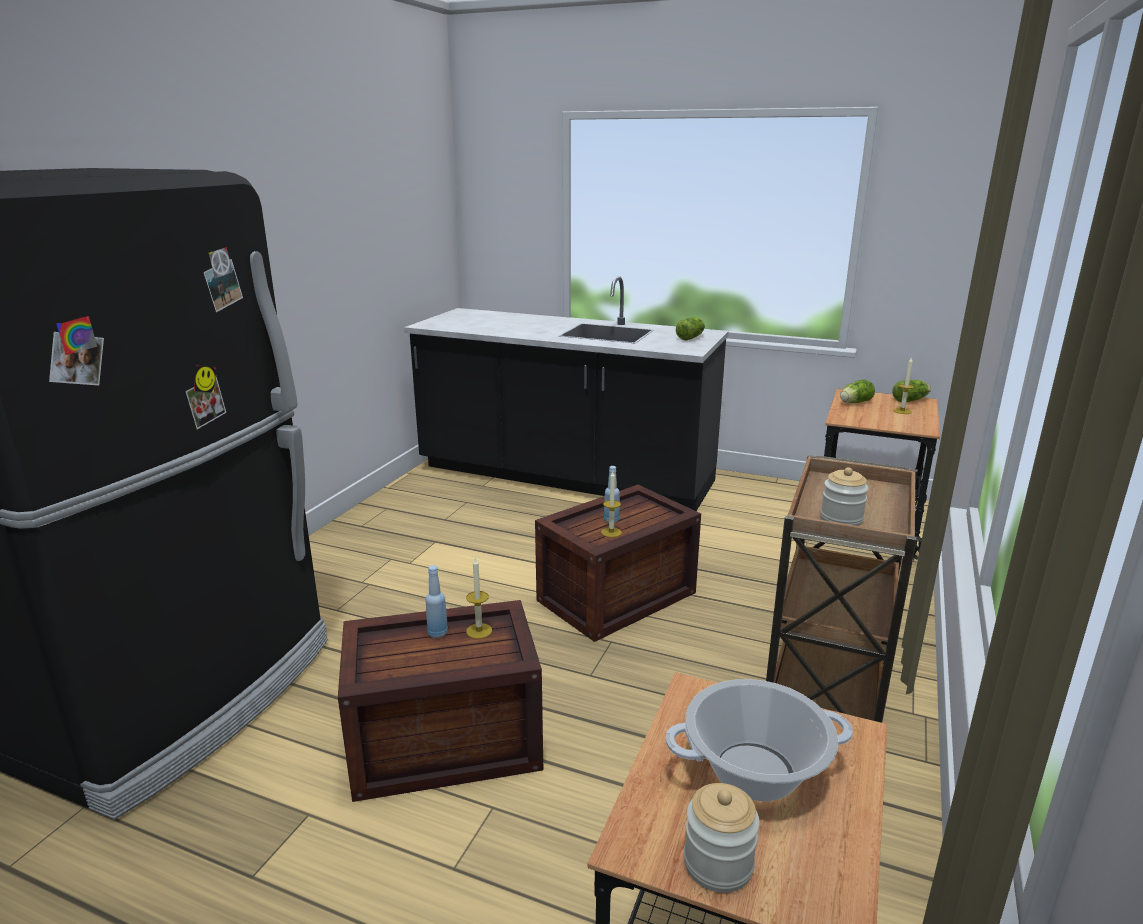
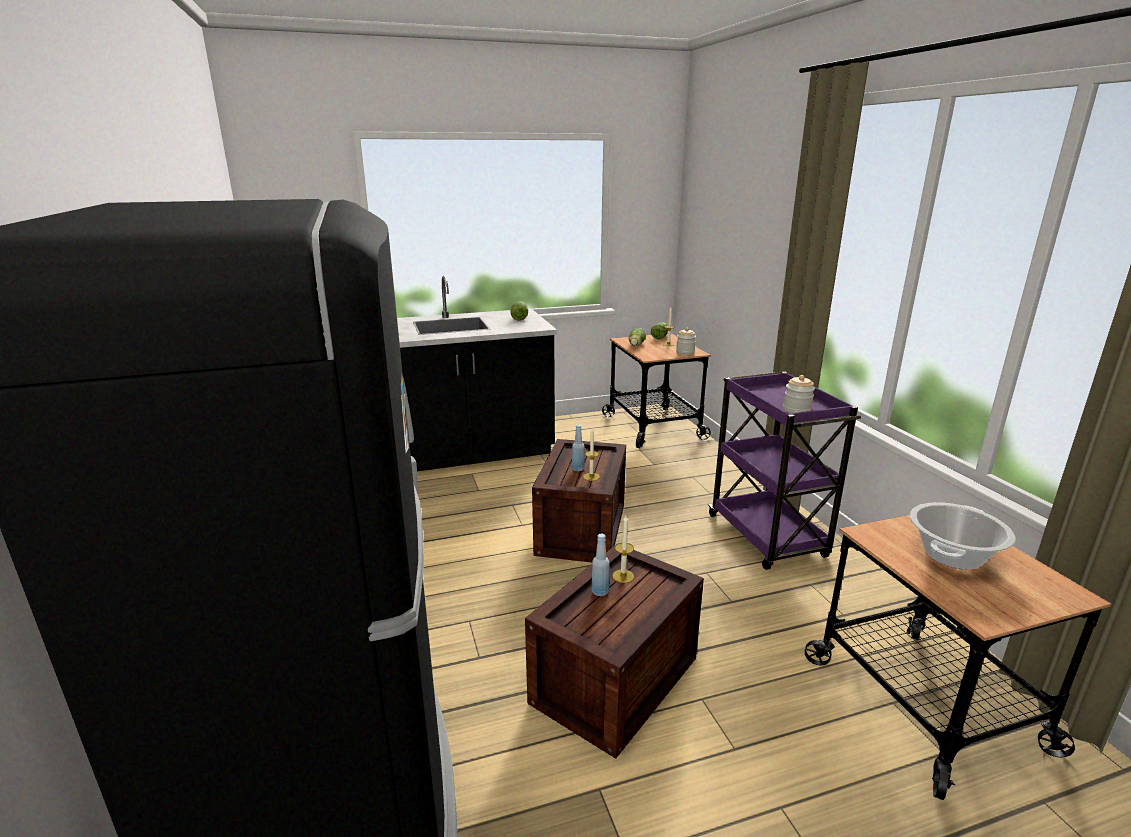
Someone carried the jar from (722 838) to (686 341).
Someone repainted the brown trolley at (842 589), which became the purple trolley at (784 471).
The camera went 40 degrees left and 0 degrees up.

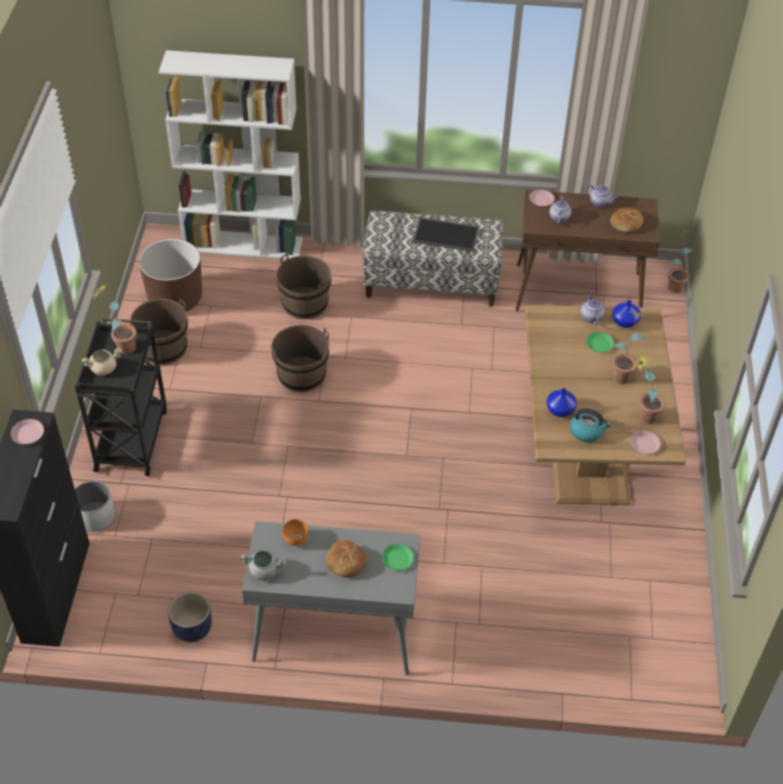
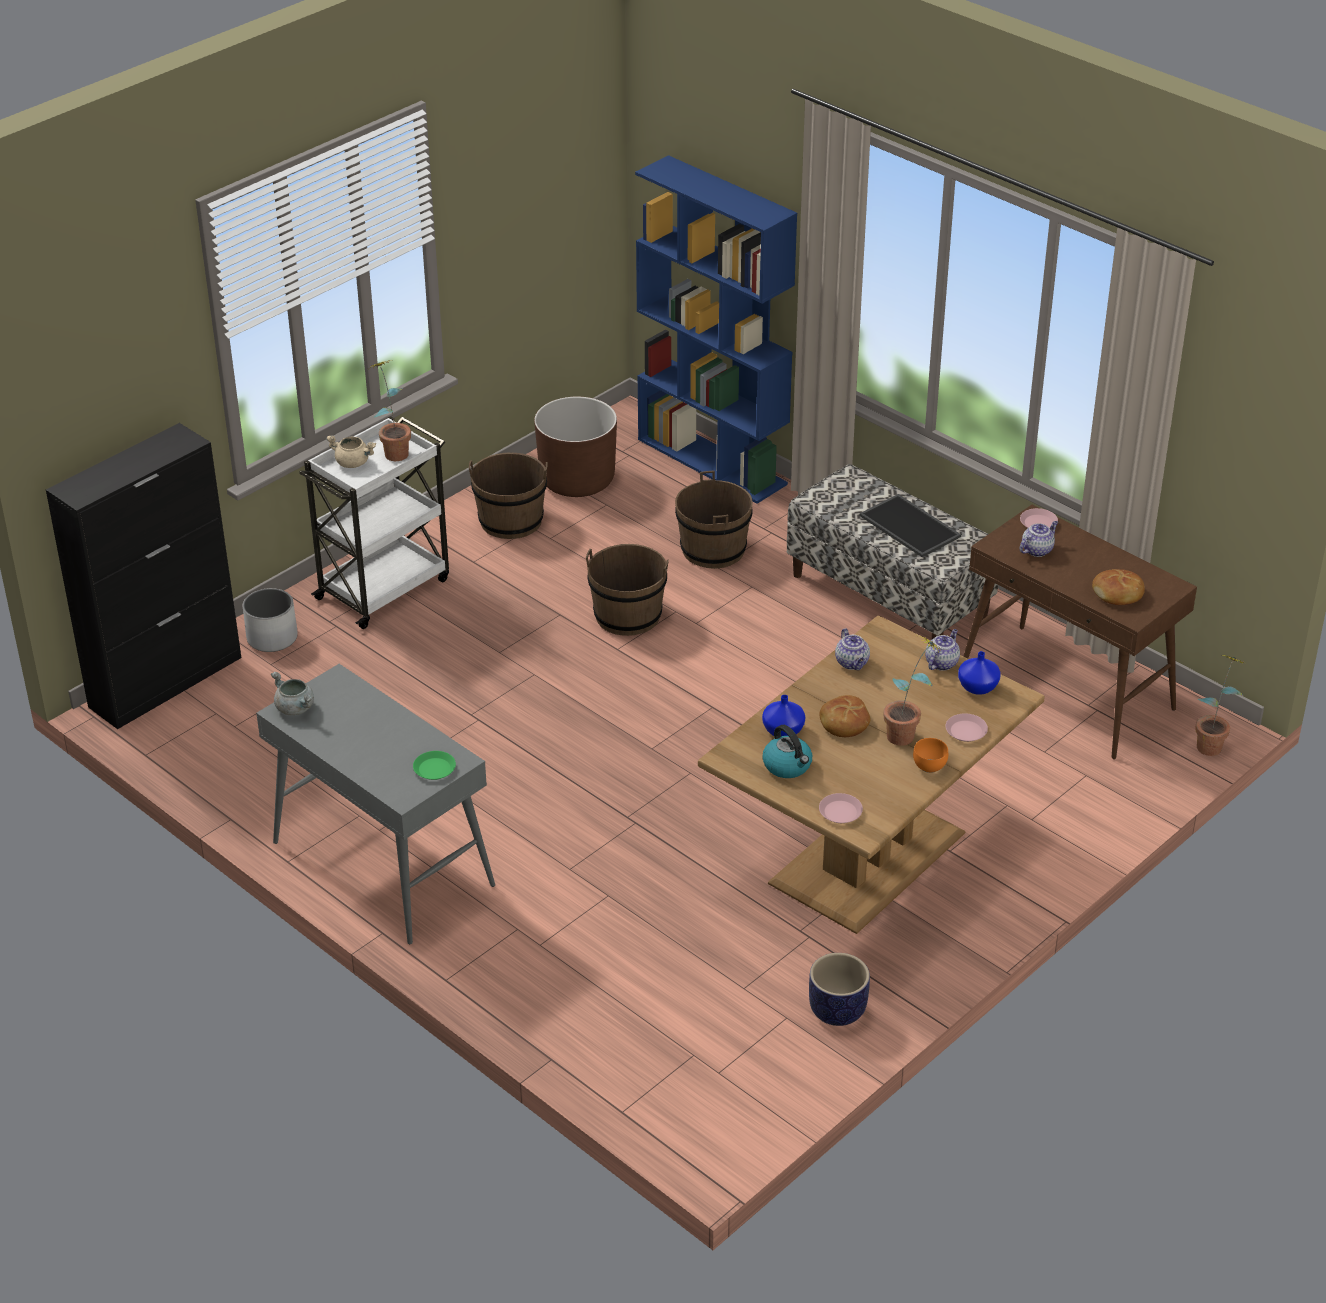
Someone took away the green-coloured plate at (600 342).
Someone took away the houseplant at (648 389).
Someone carried the pinkish plate from (27 431) to (966 727).
Someone carried the plant pot from (190 617) to (839 989).
Someone carried the orange-coloured deep dish from (295 532) to (930 755).
Someone carried the bakery bread from (346 558) to (845 716).
Someone carried the tea pot from (602 196) to (852 649).
Someone repainted the black-coloured trolley at (121 397), which became the whitish trolley at (374 522).
Someone repainted the whitish bookcase at (231 154), which became the bluish bookcase at (716 329).
The camera went 40 degrees right and 10 degrees down.

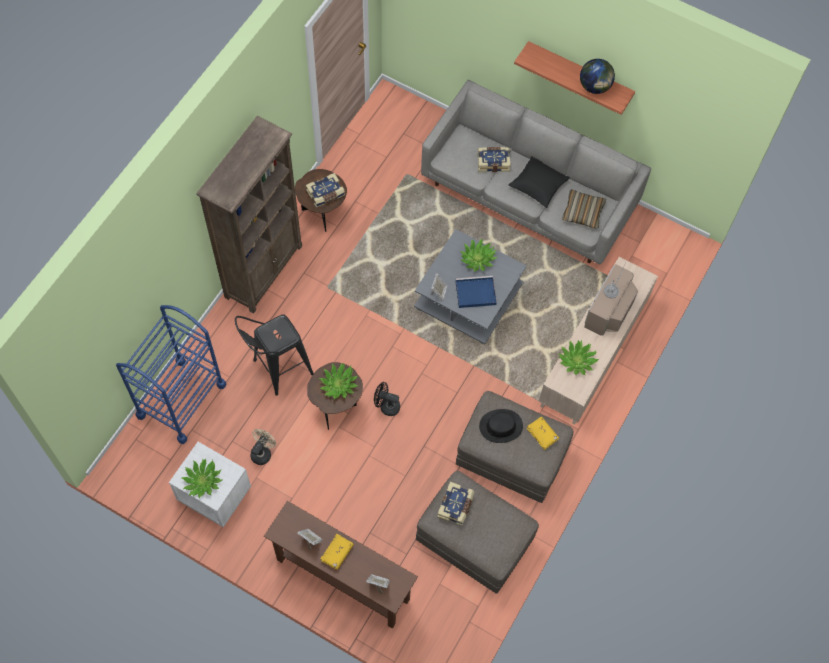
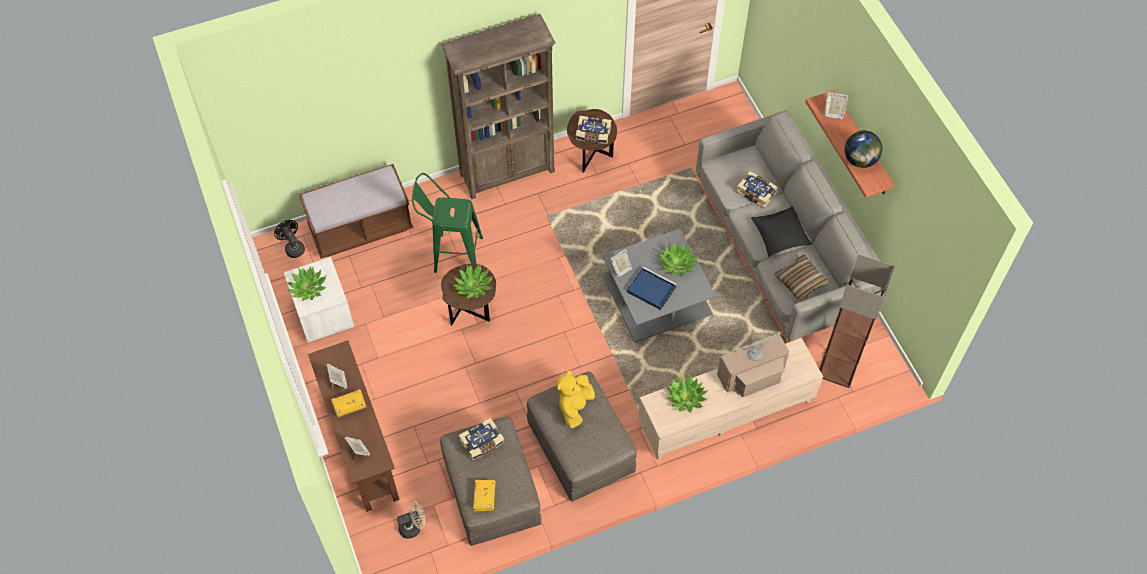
Someone put down the standing lamp at (857 321).
Someone put down the photo frame at (836 105).
Someone carried the beige-coloured cooling fan from (263 447) to (411 519).
Someone carried the black-coloured cooling fan from (387 399) to (289 239).
Someone carried the yellowish book from (543 433) to (484 496).
Someone swapped the bluish trolley at (171 374) for the brown indoor bench at (356 211).
Someone swapped the black-coloured wearable hat at (501 426) for the yellowish cuddly toy at (576 399).
Someone repainted the black-coloured stool seat at (274 355), which became the green-coloured stool seat at (447 223).
The camera went 40 degrees right and 5 degrees down.

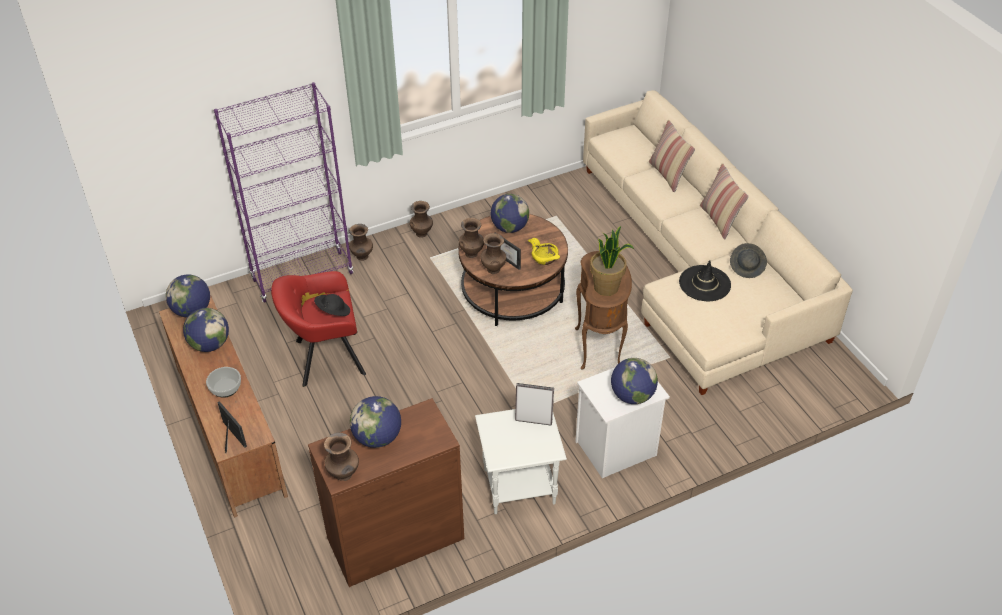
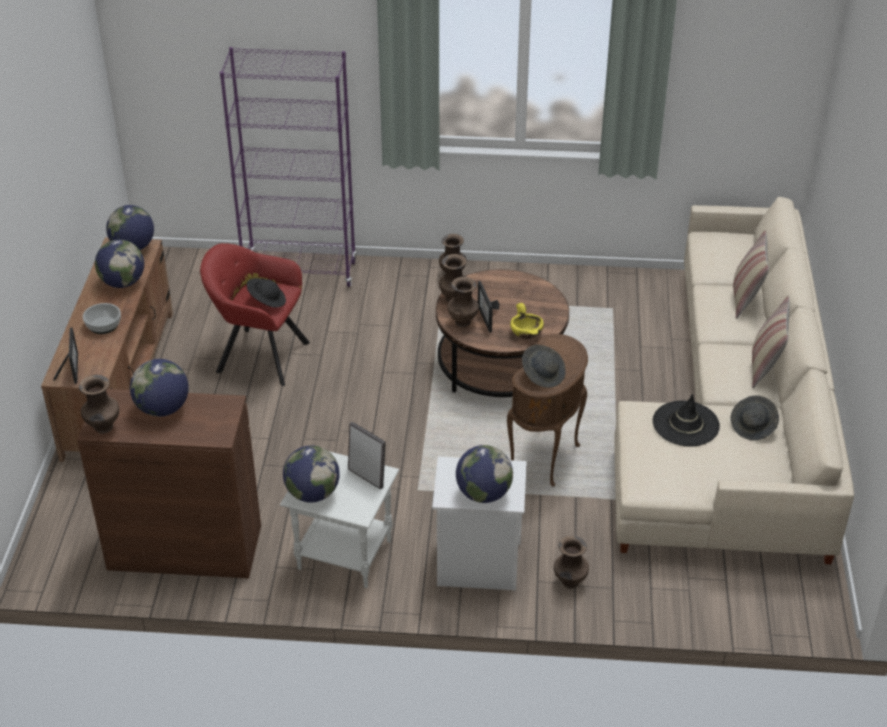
Someone carried the brown flower vase from (361 242) to (571 562).
Someone carried the world globe from (510 213) to (311 473).
Someone swapped the houseplant at (612 261) for the gray wearable hat at (544 366).
The camera went 30 degrees right and 5 degrees down.

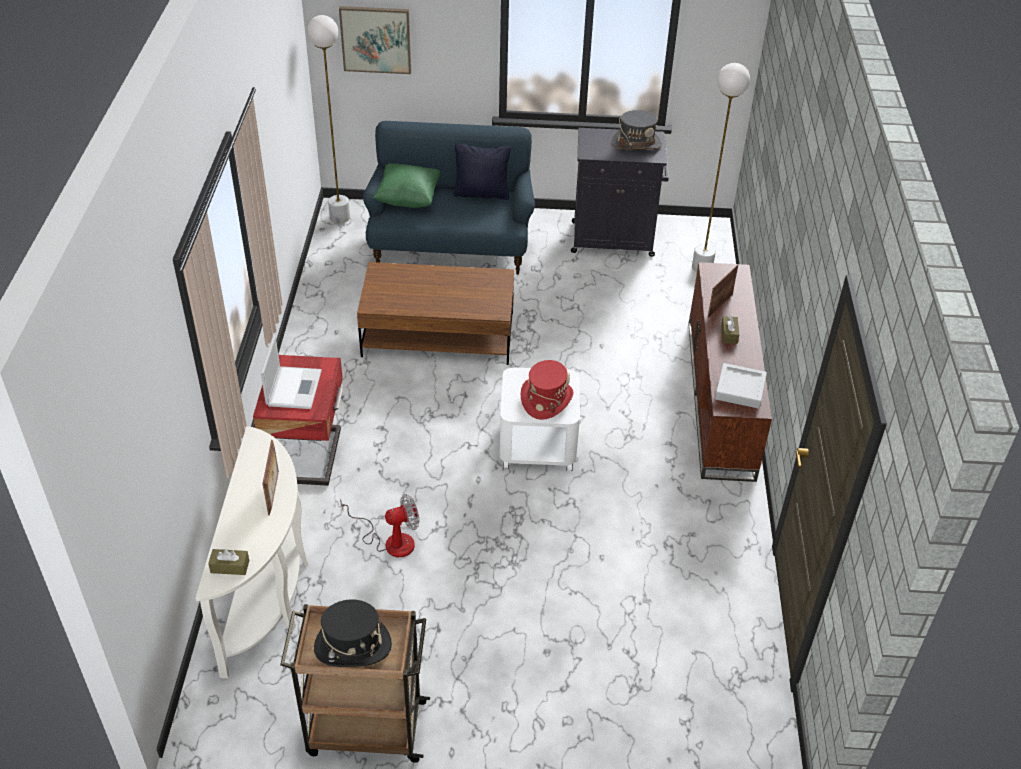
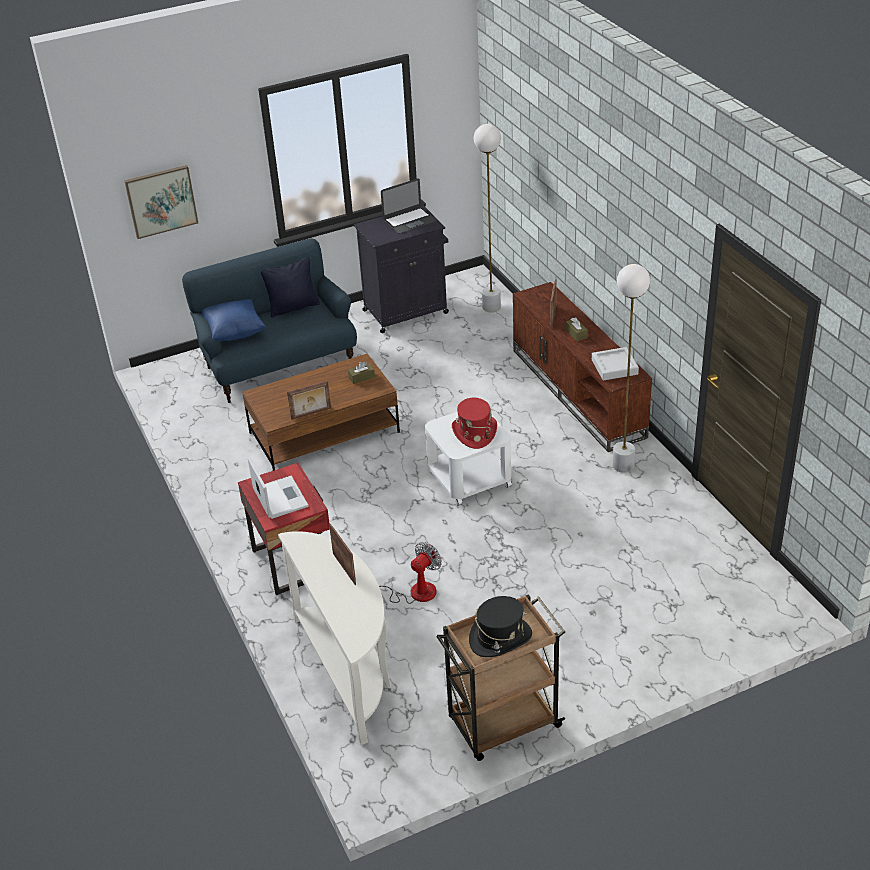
Someone put down the photo frame at (309 400).
Someone carried the brown box of tissues from (228 562) to (361 373).
Someone carried the whitish standing lamp from (328 119) to (631 368).
Someone swapped the gray wearable hat at (636 129) for the notebook computer at (409 206).
Someone repainted the green-coloured cushion at (406 185), which became the bluish cushion at (234 320).
The camera went 25 degrees left and 5 degrees down.

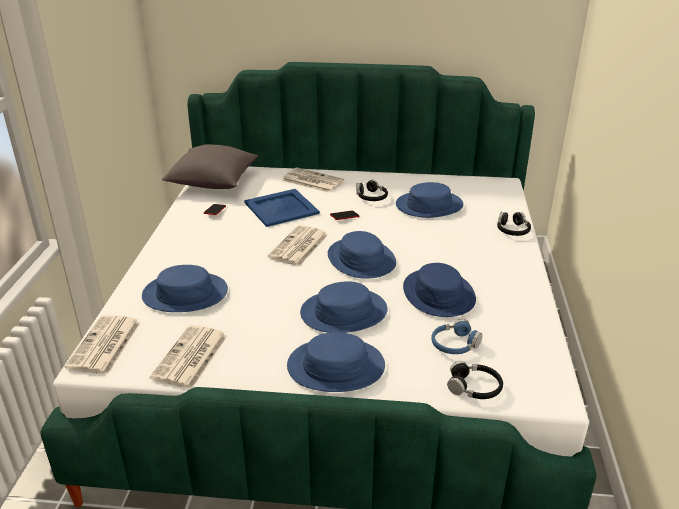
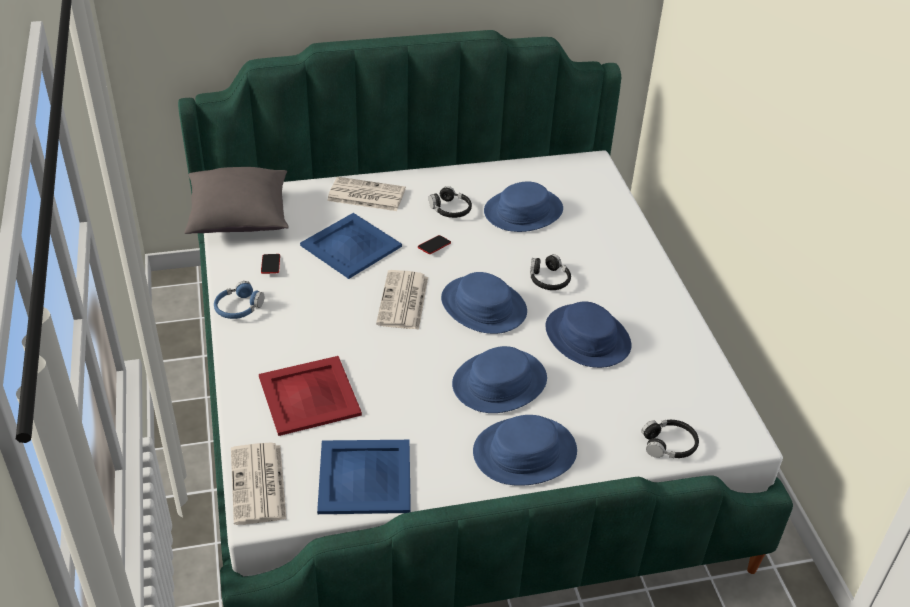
Someone carried the bluish headset from (456 336) to (239 300).
Someone carried the black-coloured headset from (514 224) to (550 272).
Someone swapped the bluish wearable hat at (185 288) for the red-coloured carrying tray at (310 396).
Someone swapped the newspaper at (188 357) for the bluish carrying tray at (364 477).
The camera went 20 degrees left and 10 degrees up.

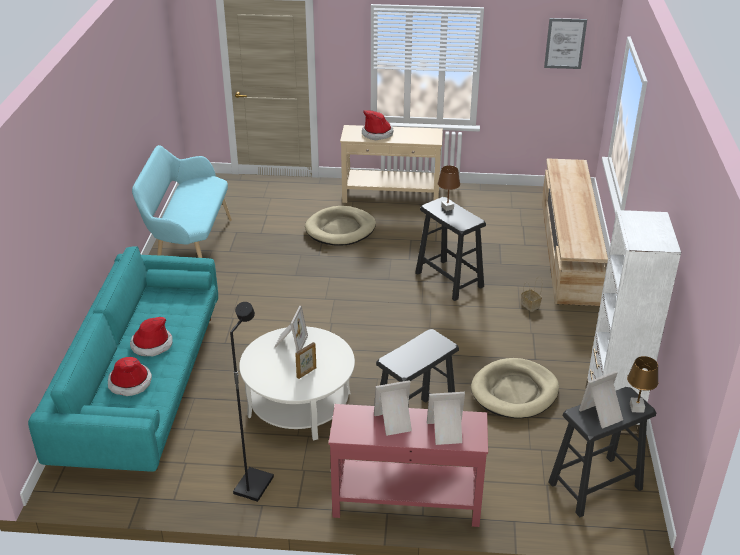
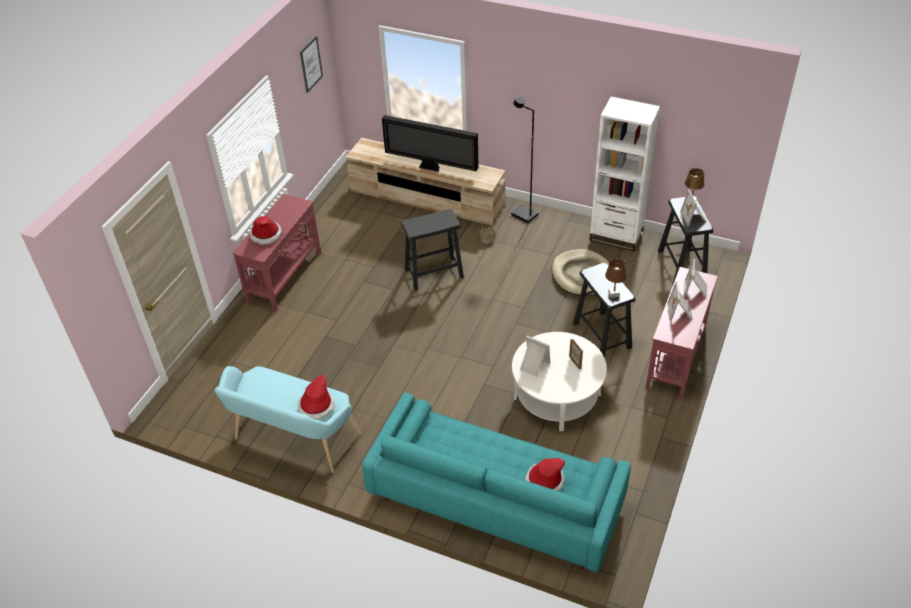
Someone took away the beige-coloured pet bed at (340 226).
Someone put down the TV set at (430 143).
Someone carried the wearable hat from (151 336) to (316 397).
Someone carried the black-coloured standing lamp from (252 402) to (524 159).
Someone carried the brown table lamp from (449 188) to (616 278).
Someone repainted the beige-coloured hall table at (391 164), which became the red-coloured hall table at (276 253).
The camera went 70 degrees left and 10 degrees up.

